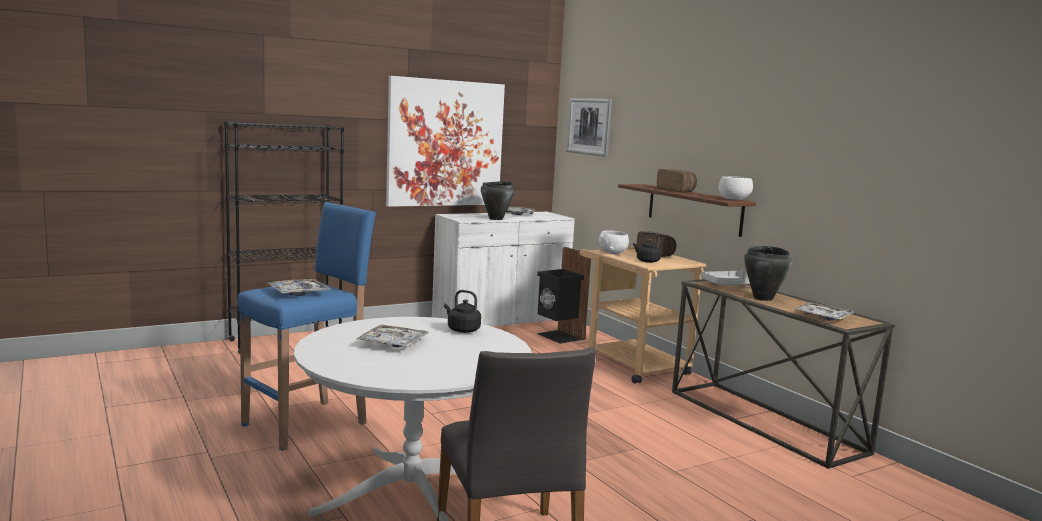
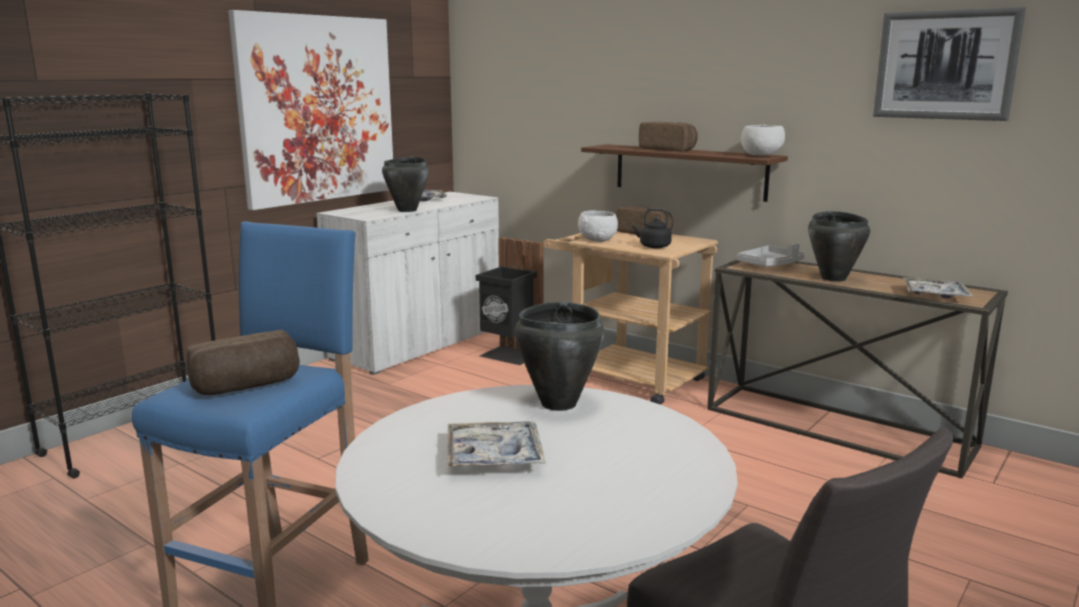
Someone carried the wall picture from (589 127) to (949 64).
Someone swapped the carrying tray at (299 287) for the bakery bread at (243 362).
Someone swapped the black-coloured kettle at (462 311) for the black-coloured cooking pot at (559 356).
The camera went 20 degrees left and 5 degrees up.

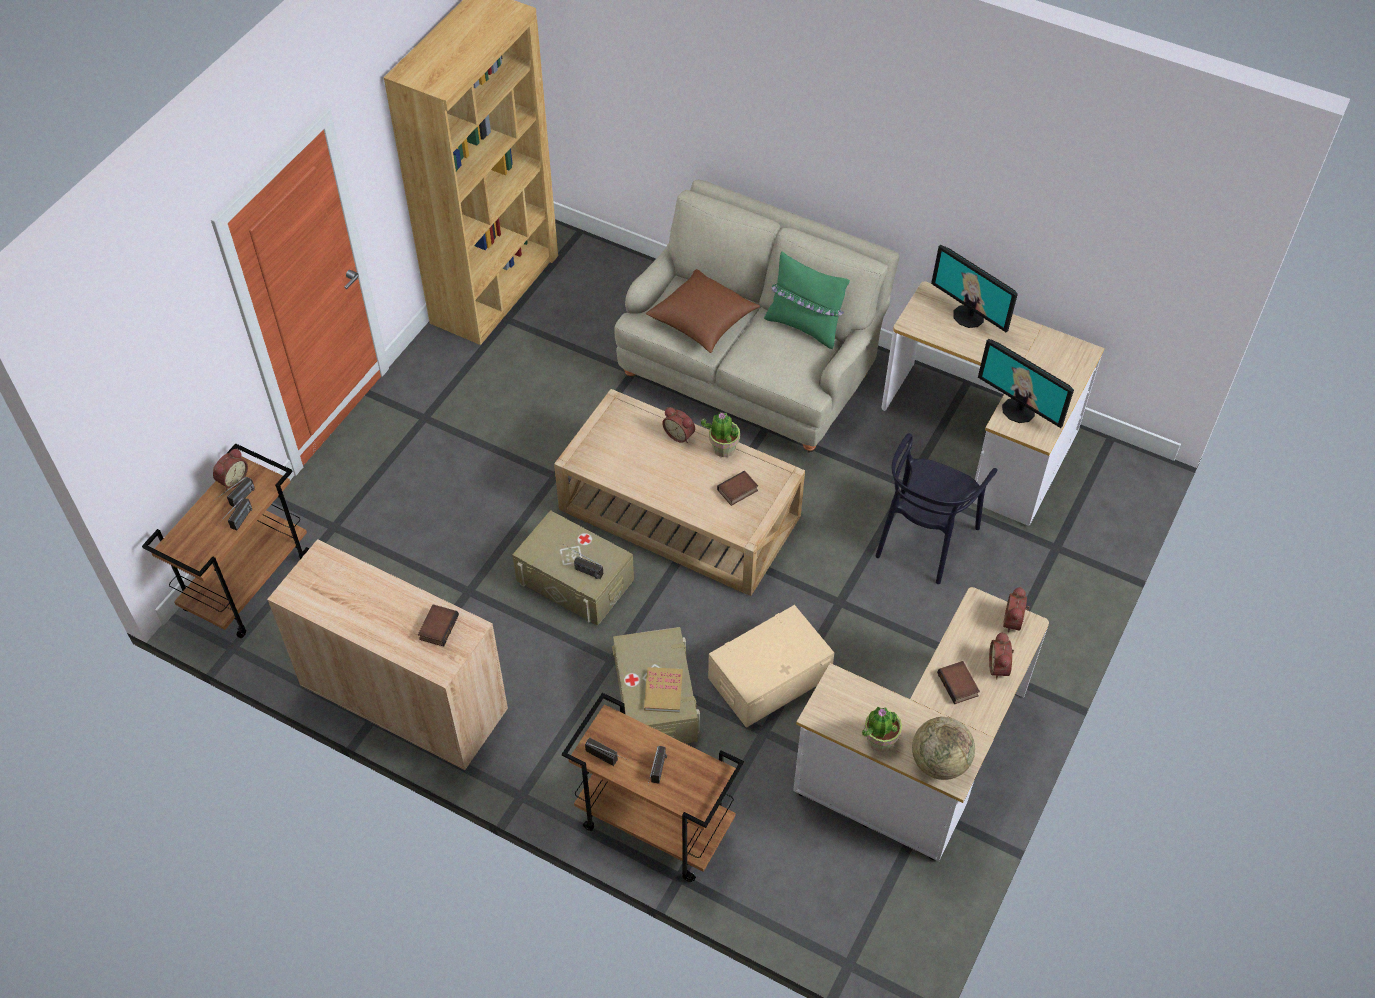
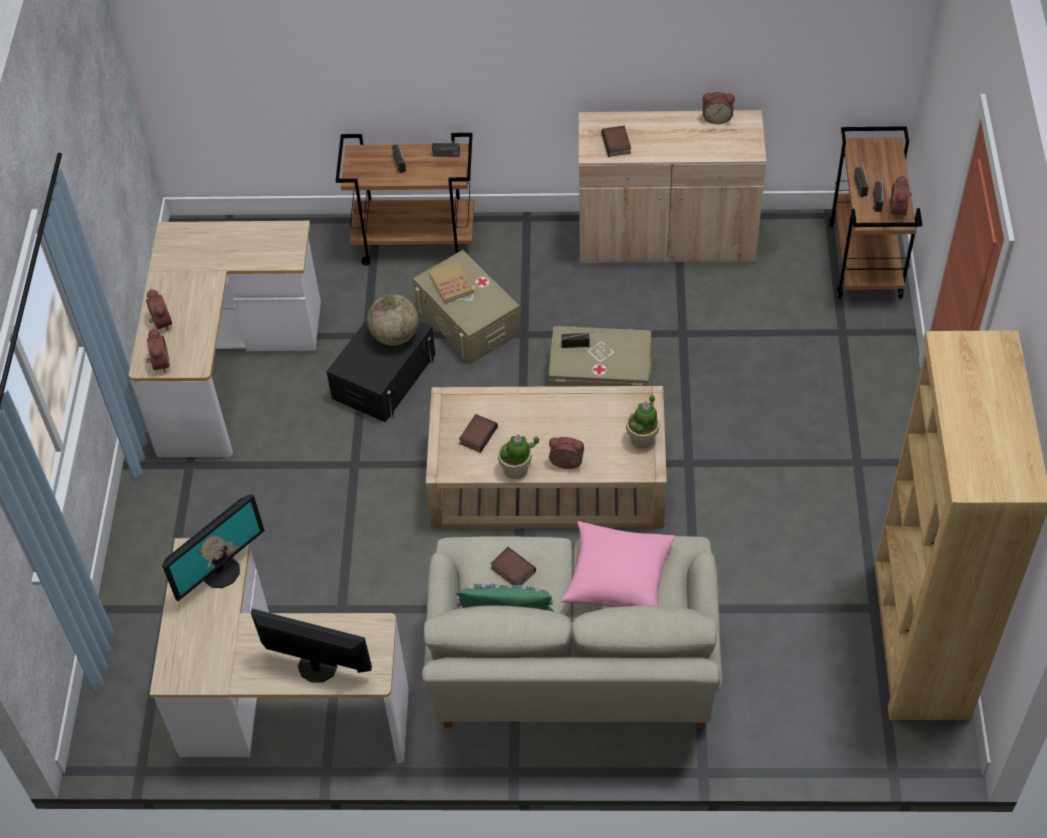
Someone took away the black-coloured chair at (937 508).
Someone put down the bedside clock at (719 108).
Someone carried the houseplant from (882 729) to (642 422).
Someone carried the world globe from (943 748) to (393 320).
Someone carried the book from (958 682) to (513 566).
Someone repainted the brown cushion at (703 311), which became the pinkish cushion at (618 564).
Someone repainted the beige-coloured storage box at (771 666), which became the black-coloured storage box at (381 371).
Someone rotated the computer screen at (1026 383) by 120 degrees clockwise.
The camera went 155 degrees right and 0 degrees up.

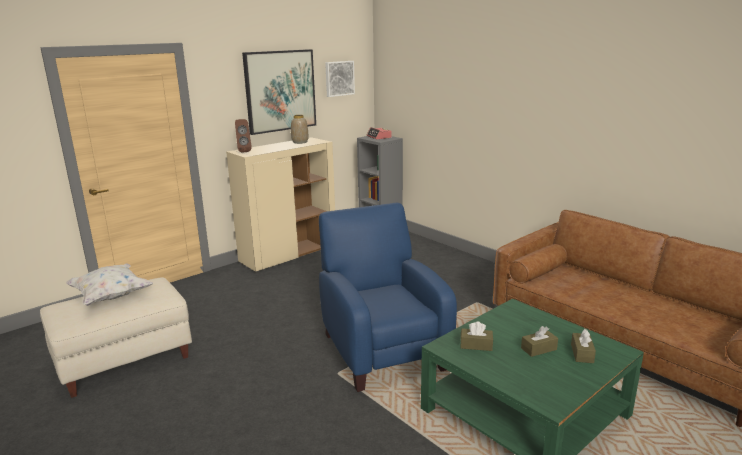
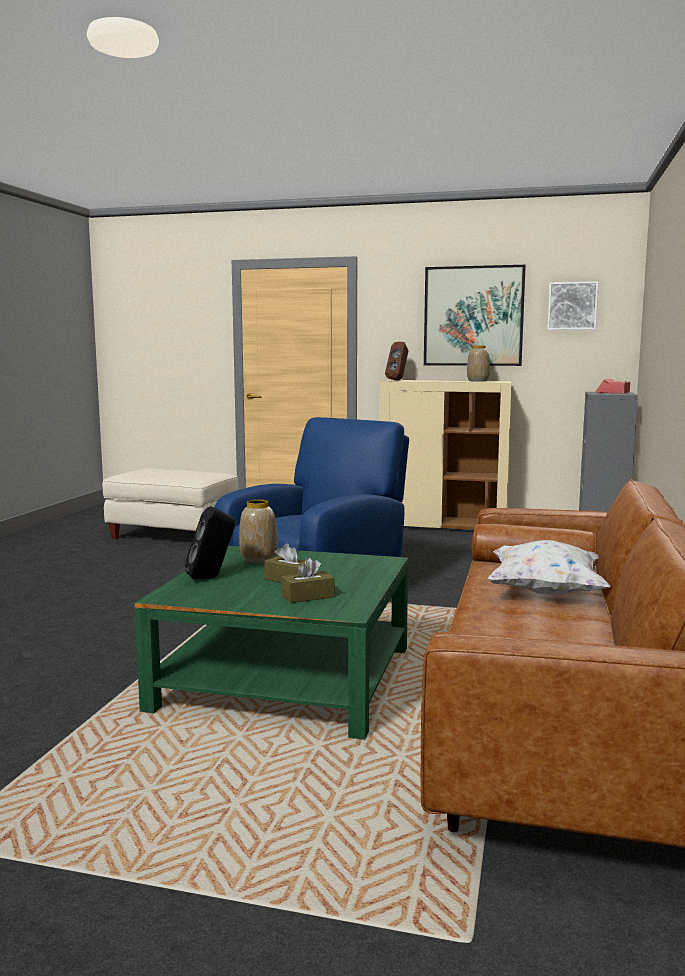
Someone put down the black-coloured speaker at (210 542).
Someone carried the whitish cushion from (109 284) to (548 567).
Someone swapped the brown box of tissues at (476 336) for the flower vase at (258 531).
The camera went 55 degrees right and 10 degrees down.

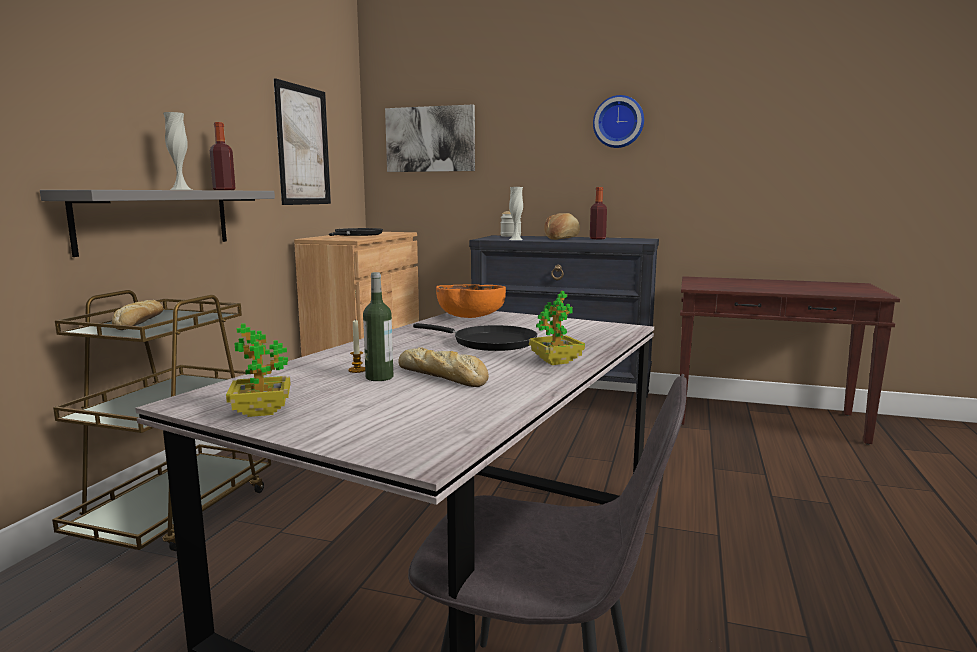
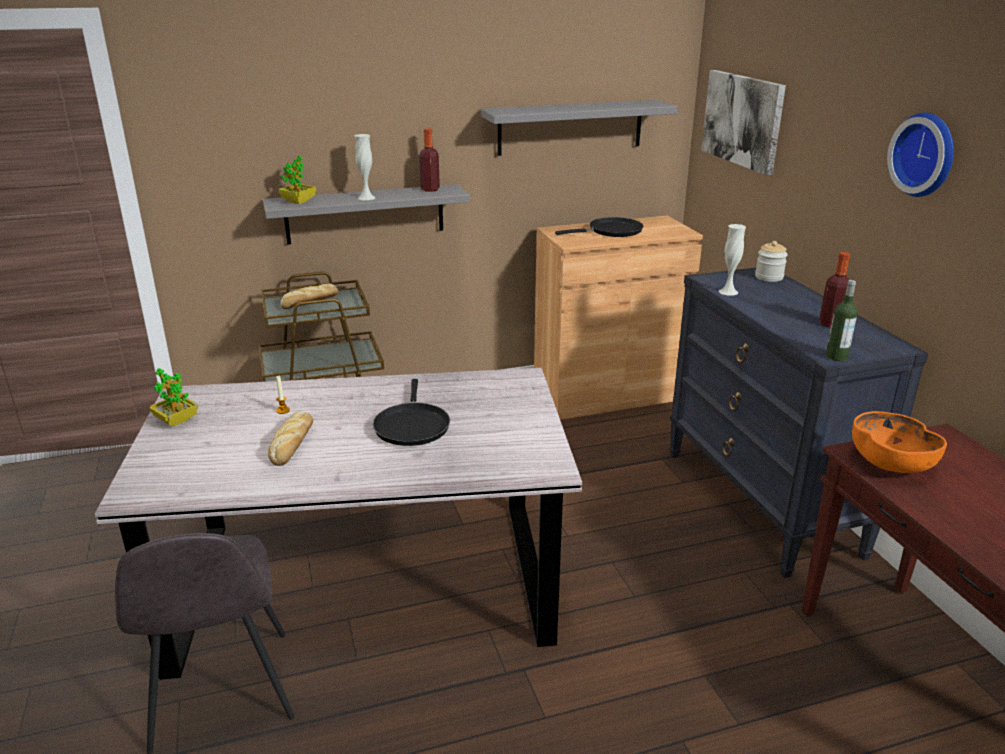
Someone took away the bakery bread at (562 226).
Someone carried the beverage bottle from (378 326) to (842 320).
Someone carried the orange-coloured deep dish from (471 301) to (899 442).
Someone carried the houseplant from (557 328) to (297 180).
Someone swapped the wall picture at (302 141) for the gray bracket shelf at (579 128).
The camera went 55 degrees right and 15 degrees up.

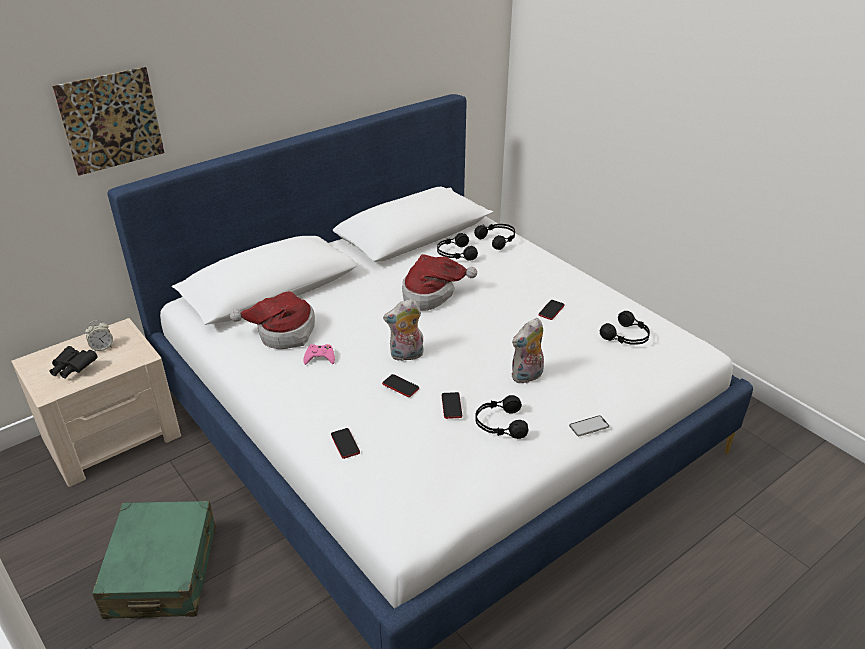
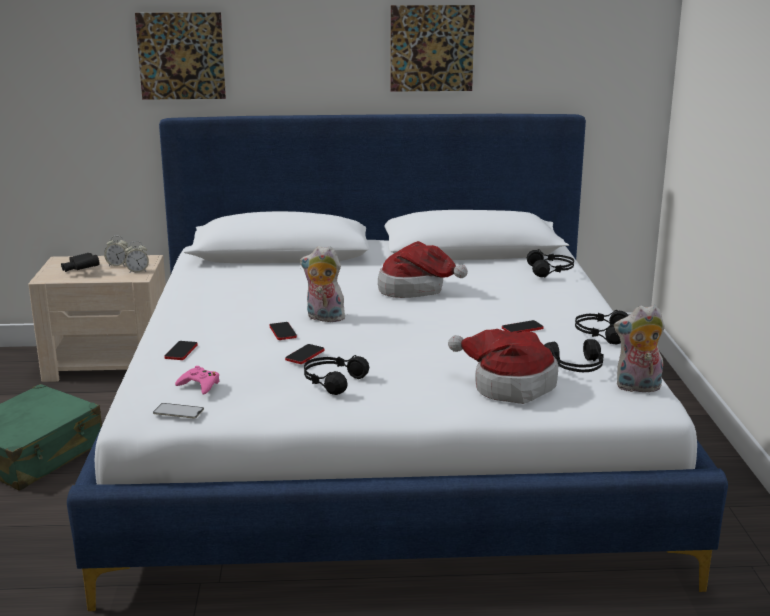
Someone put down the bedside clock at (137 257).
Someone put up the wall picture at (433 48).
Someone carried the wearable hat from (272 320) to (503 366).
Someone carried the pinkish game controller from (319 354) to (197 380).
Someone carried the black-coloured headset from (457 247) to (601 327).
Someone carried the cuddly toy from (528 351) to (639 348).
Someone carried the telephone from (589 425) to (178 411).
The camera went 35 degrees right and 15 degrees down.

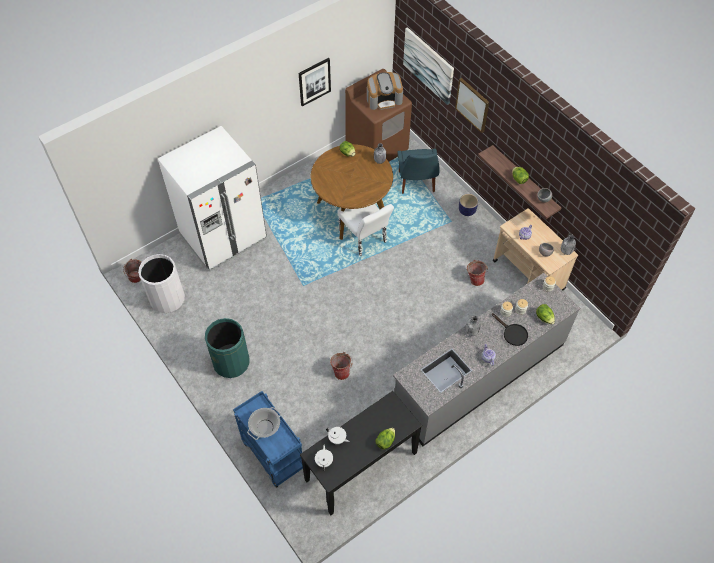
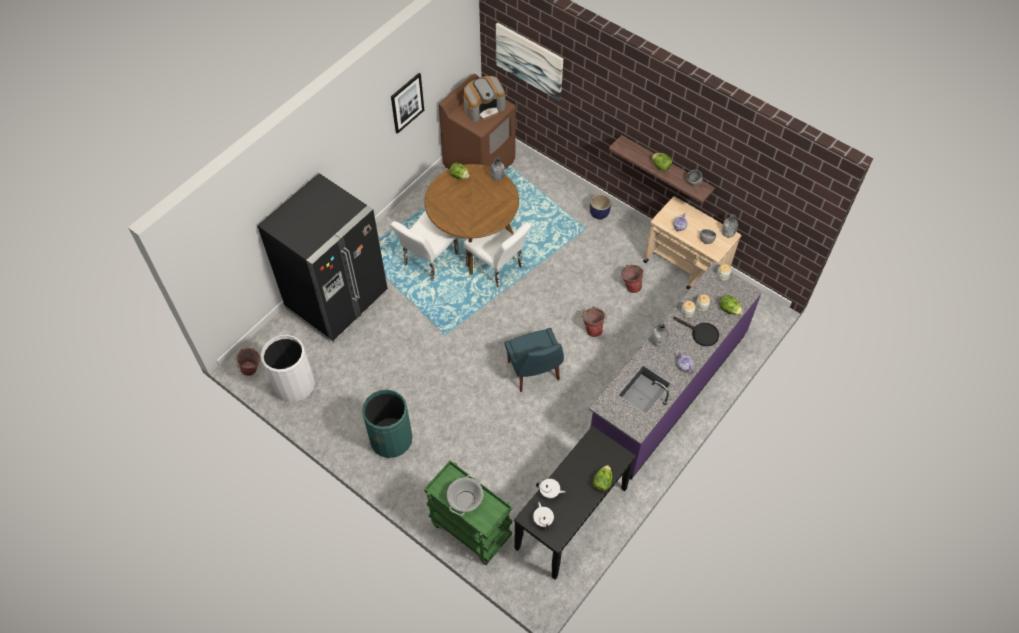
Someone took away the wall picture at (472 105).
Someone put down the whitish chair at (425 246).
Someone carried the water bucket from (341 366) to (594 321).
Someone carried the bluish chair from (419 171) to (534 360).
Someone repainted the whitish fridge at (212 198), which became the black-coloured fridge at (322 258).
Someone repainted the bluish trolley at (268 439), which became the green-coloured trolley at (468 513).
Someone repainted the gray counter at (486 359), which became the purple counter at (676 371).
The camera went 15 degrees left and 0 degrees up.

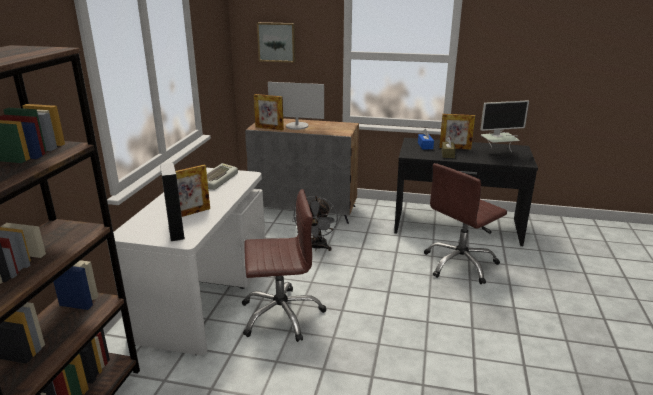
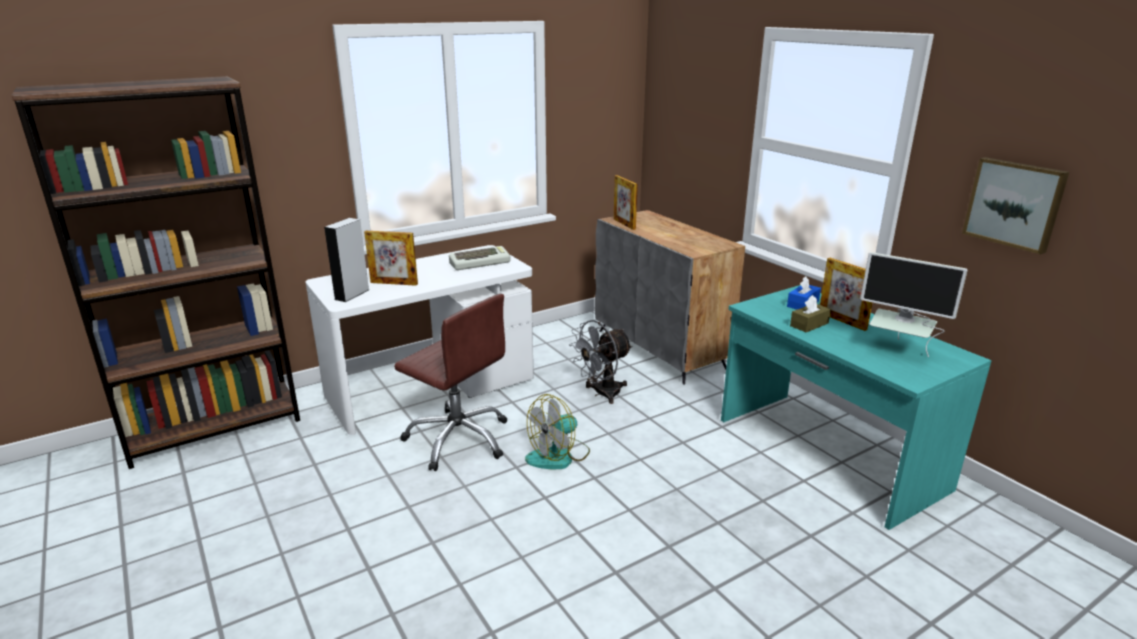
Someone took away the computer screen at (296 106).
Someone took away the brown desk chair at (465 223).
Someone put down the cooling fan at (557 432).
Someone carried the wall picture from (276 42) to (1015 205).
Someone repainted the black-coloured desk table at (466 192), which became the turquoise-coloured desk table at (856 407).
The camera went 45 degrees right and 0 degrees up.

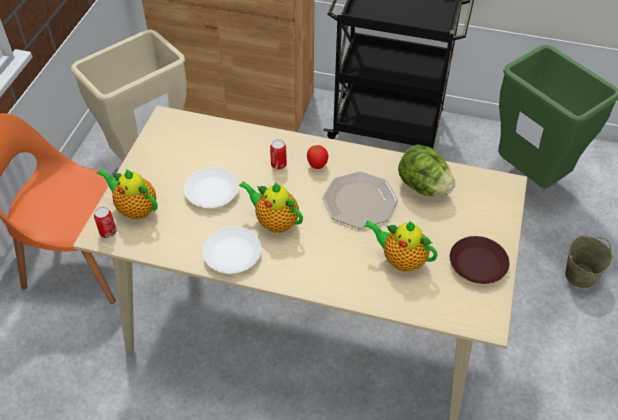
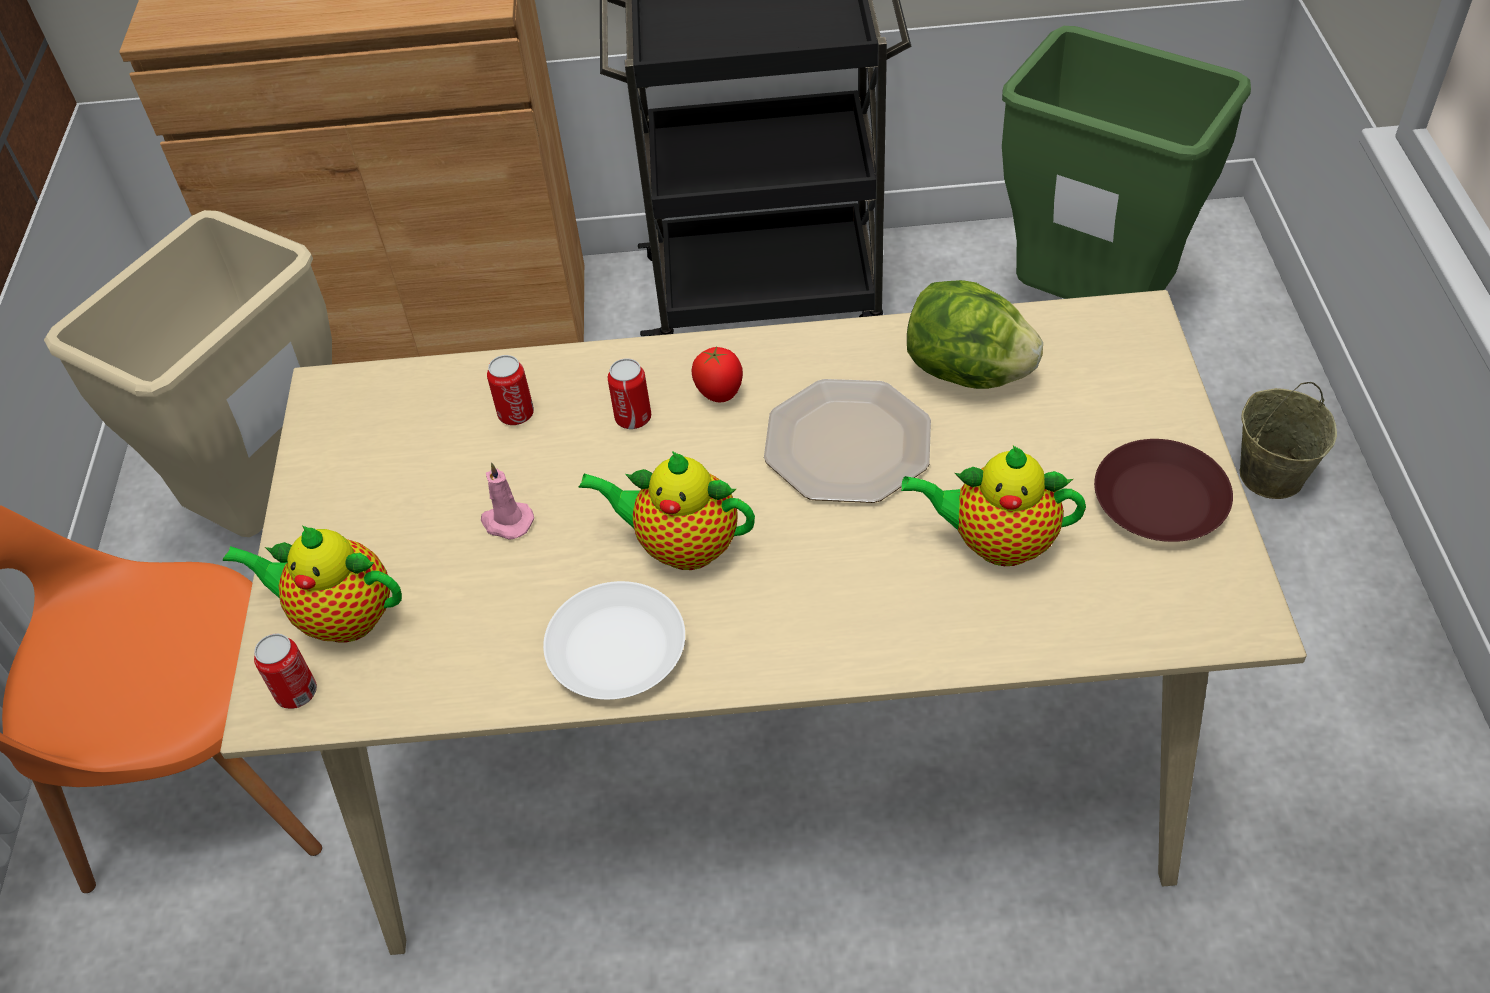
Someone put down the can at (510 390).
Someone swapped the whitish plate at (211 187) for the pinkish candle at (507 501).
The camera went 15 degrees left and 0 degrees up.

